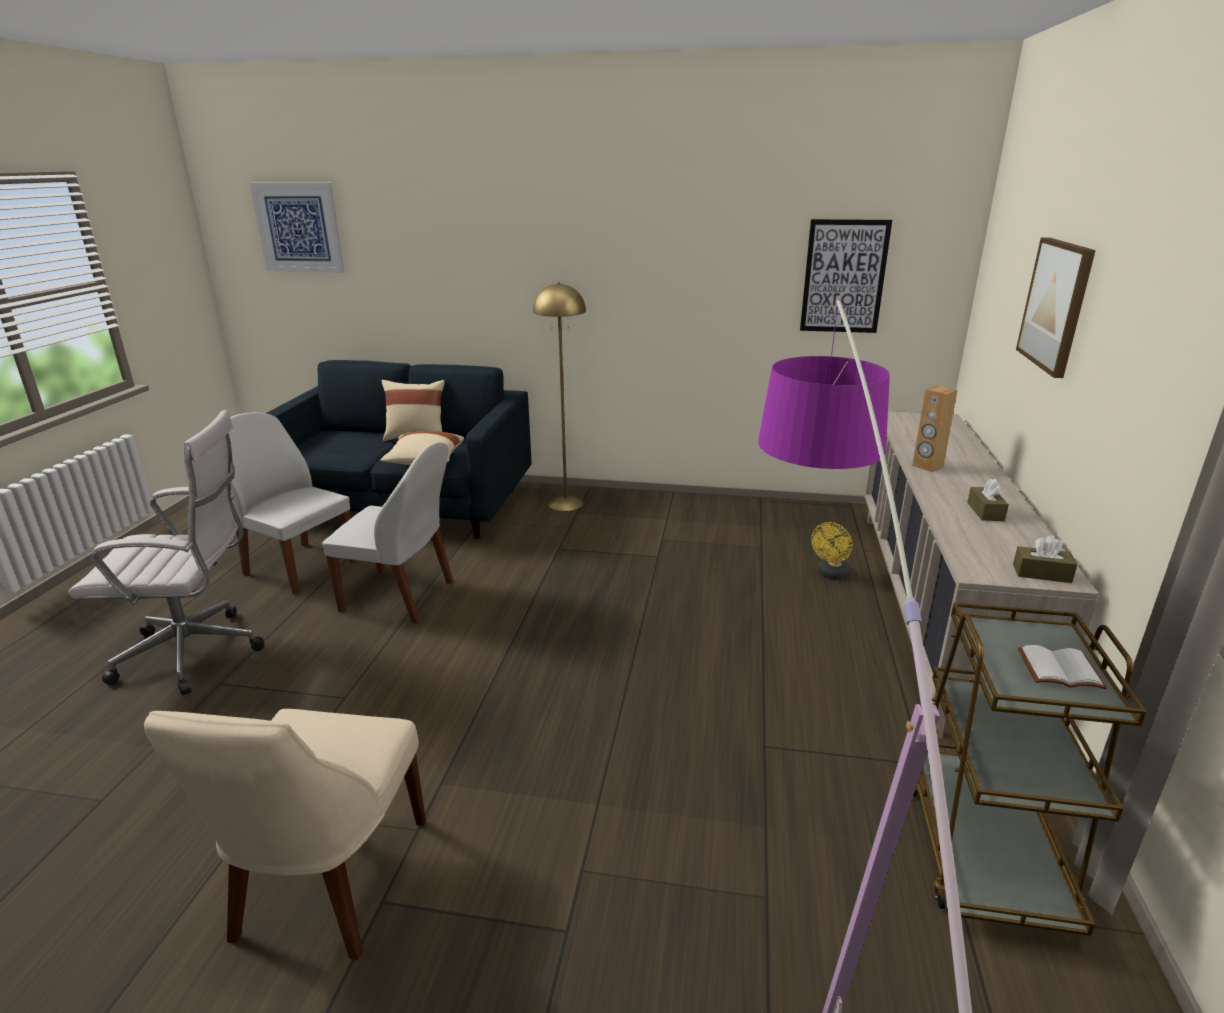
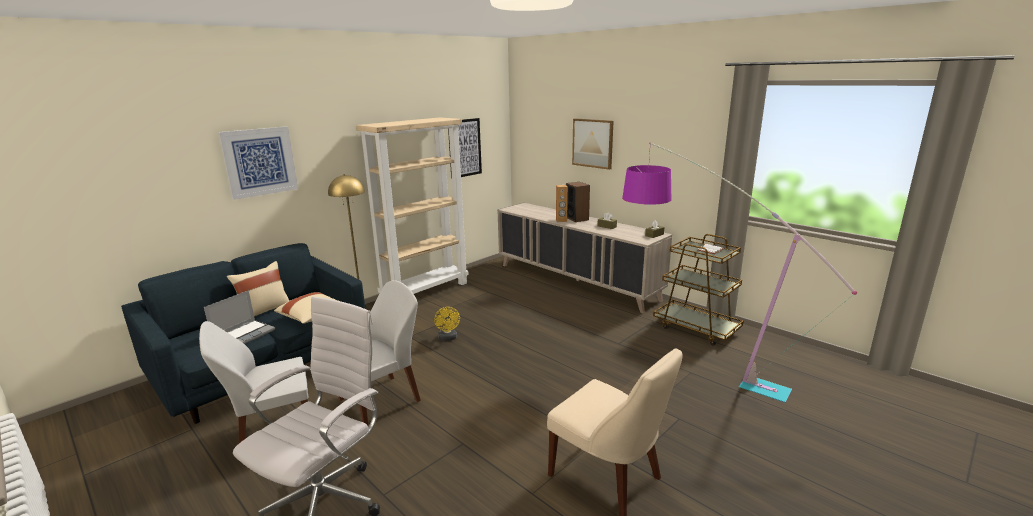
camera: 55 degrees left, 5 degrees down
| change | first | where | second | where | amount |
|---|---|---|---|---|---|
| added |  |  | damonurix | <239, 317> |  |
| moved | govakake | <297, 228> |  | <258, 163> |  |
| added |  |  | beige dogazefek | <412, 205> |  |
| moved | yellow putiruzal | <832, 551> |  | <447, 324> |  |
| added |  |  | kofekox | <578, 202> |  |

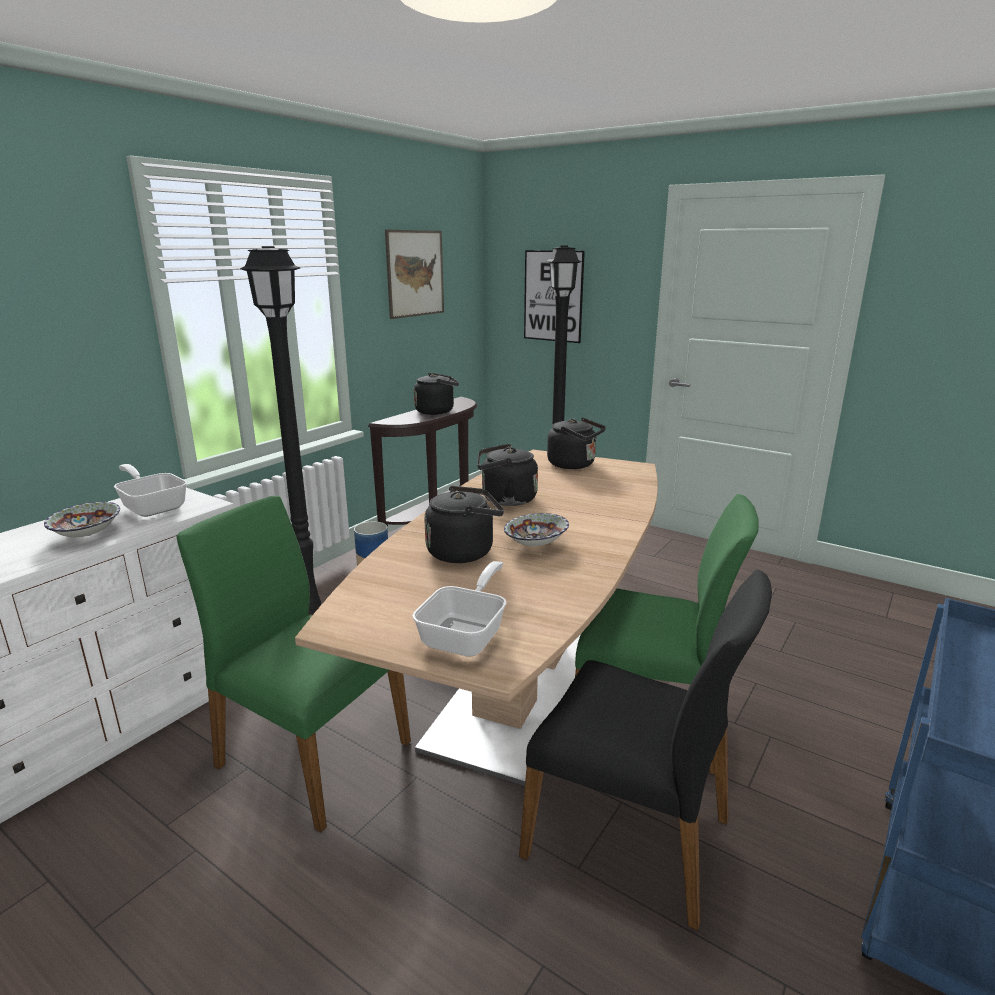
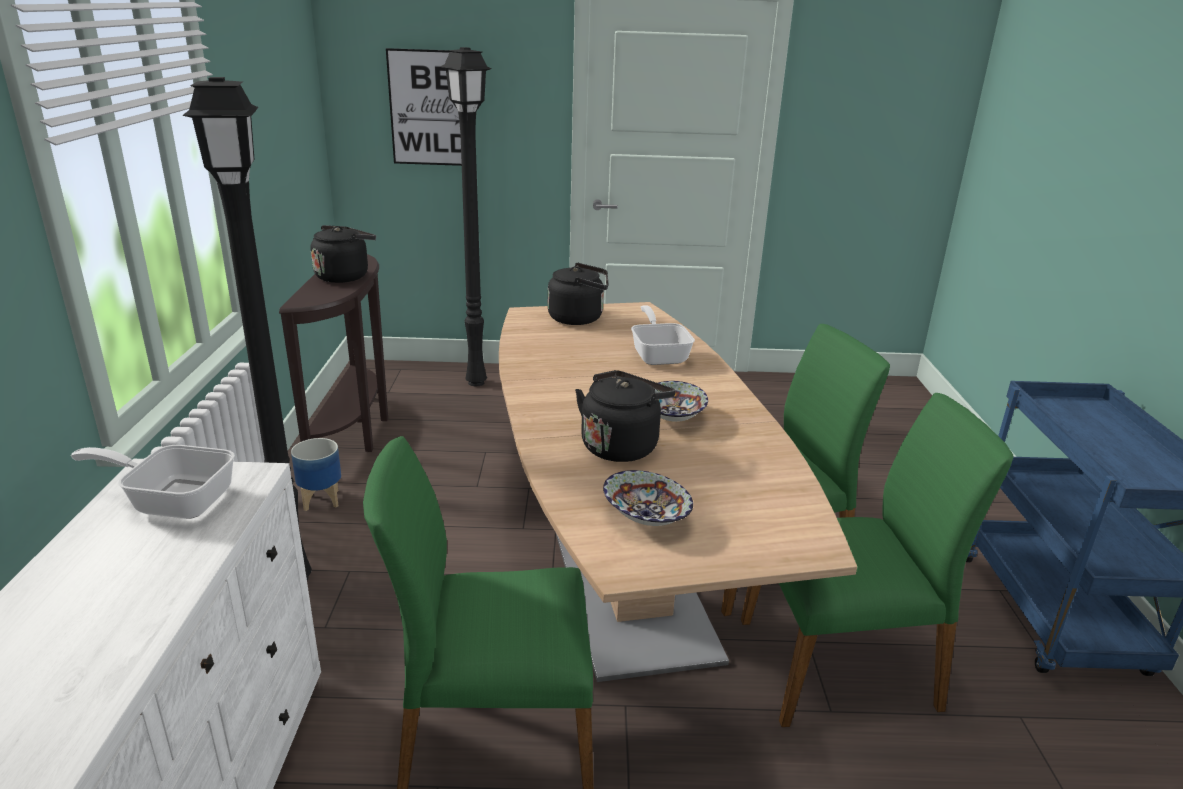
camera: 35 degrees left, 5 degrees up
| change | first | where | second | where | amount |
|---|---|---|---|---|---|
| moved | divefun | <82, 519> |  | <648, 498> |  |
| moved | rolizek | <459, 609> |  | <663, 335> |  |
| recoloured | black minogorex | <645, 750> | green minogorex | <877, 560> |  |
| removed | govakake | <414, 274> |  |  |  |
| removed | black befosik | <507, 475> |  |  |  |

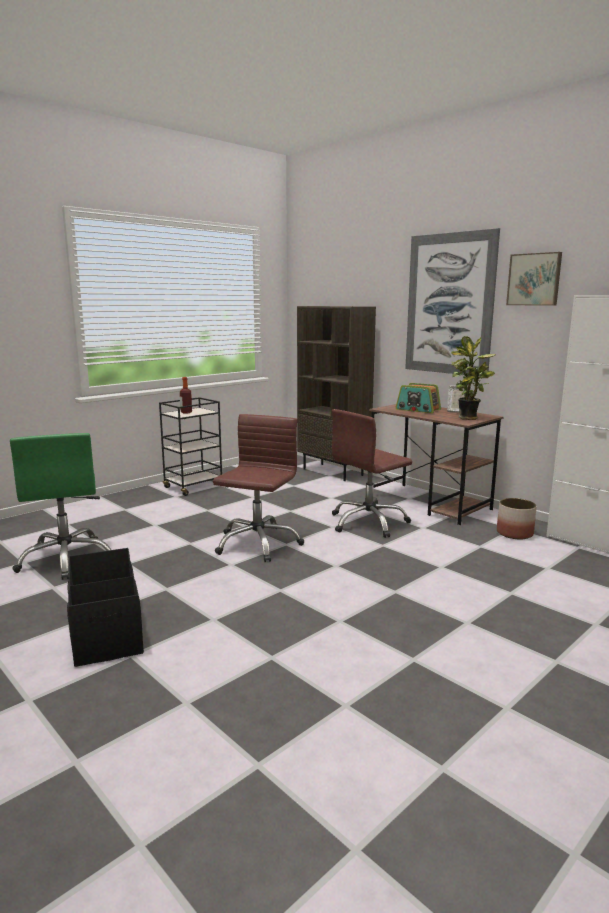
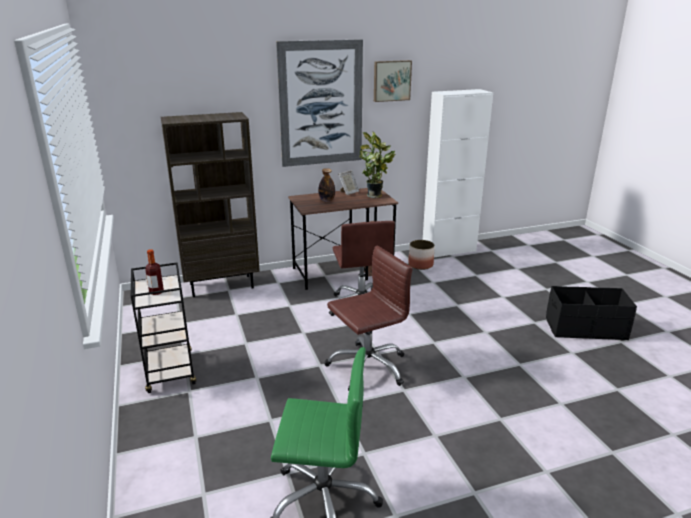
camera: 65 degrees left, 10 degrees up
| change | first | where | second | where | amount |
|---|---|---|---|---|---|
| replaced | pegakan | <418, 398> | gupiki | <326, 185> |  |
| turned | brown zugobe | <258, 488> |  | <368, 318> | 105 degrees clockwise |
| moved | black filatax | <105, 607> |  | <591, 313> |  |

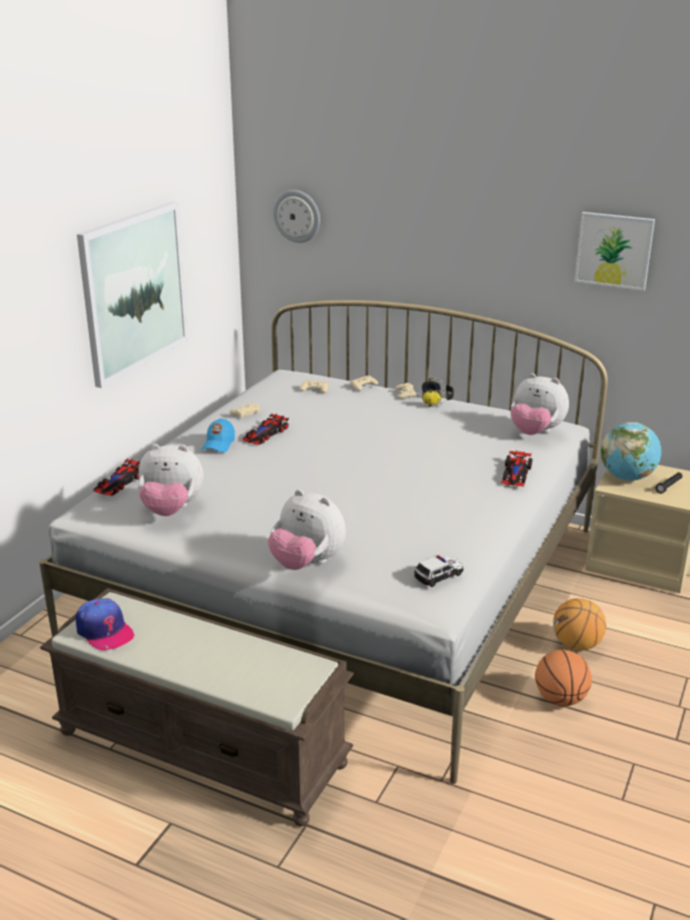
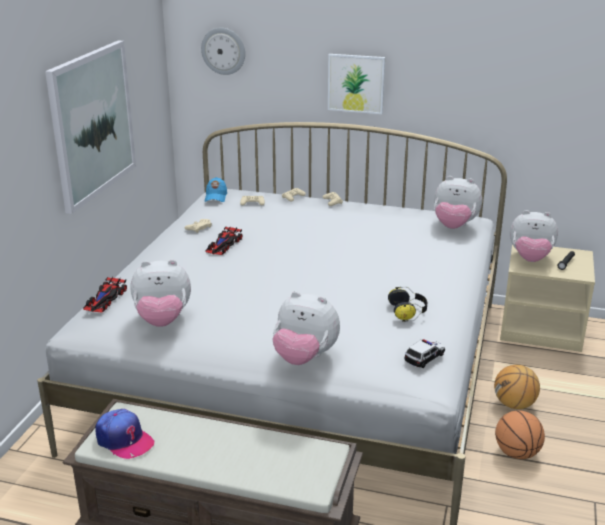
camera: 10 degrees left, 0 degrees up
| change | first | where | second | where | amount |
|---|---|---|---|---|---|
| moved | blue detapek | <218, 435> |  | <215, 189> |  |
| moved | govakake | <614, 251> |  | <356, 84> |  |
| moved | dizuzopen | <438, 392> |  | <407, 304> |  |
| replaced | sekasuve | <631, 451> | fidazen | <534, 236> |  |
| removed | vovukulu | <516, 468> |  |  |  |

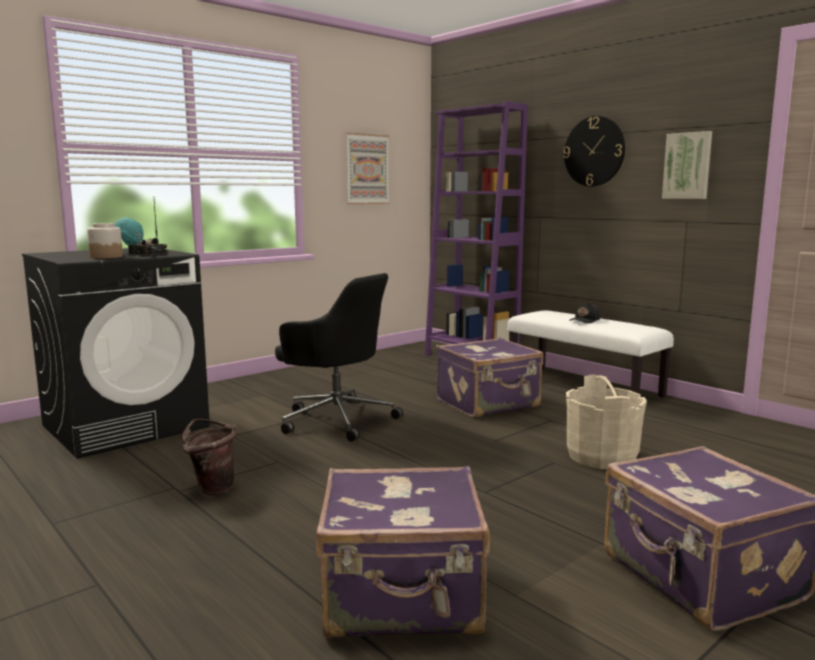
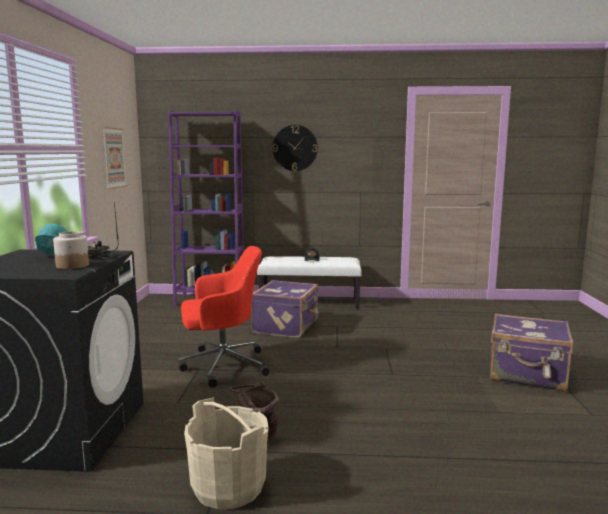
camera: 45 degrees left, 0 degrees up
| change | first | where | second | where | amount |
|---|---|---|---|---|---|
| recoloured | black zugobe | <339, 357> | red zugobe | <224, 316> |  |
| moved | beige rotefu | <606, 421> |  | <226, 453> |  |
| removed | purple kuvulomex | <403, 552> |  |  |  |
| removed | govakake | <687, 165> |  |  |  |

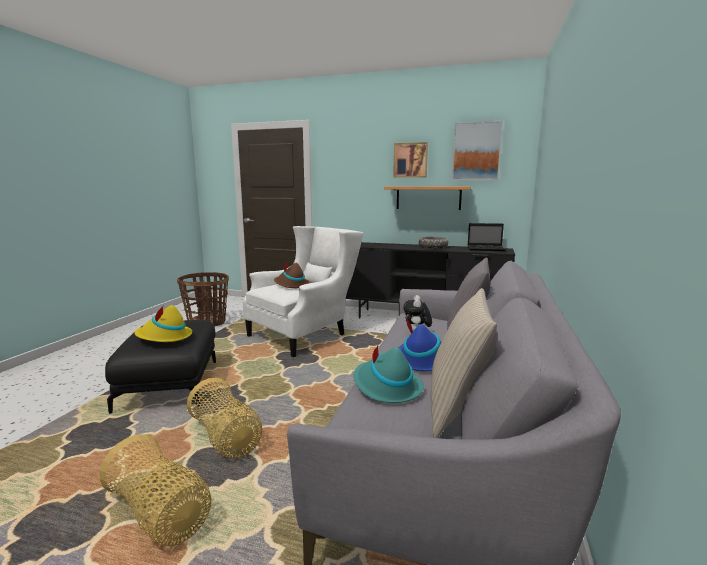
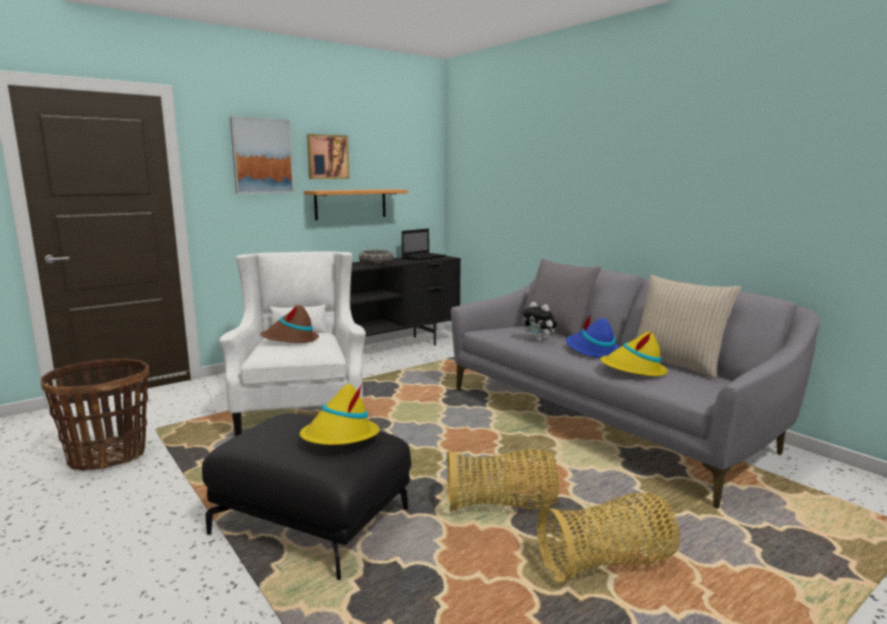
camera: 55 degrees left, 0 degrees up
| change | first | where | second | where | amount |
|---|---|---|---|---|---|
| moved | govakake | <477, 150> |  | <262, 155> |  |
| recoloured | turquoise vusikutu | <388, 374> | yellow vusikutu | <634, 353> |  |

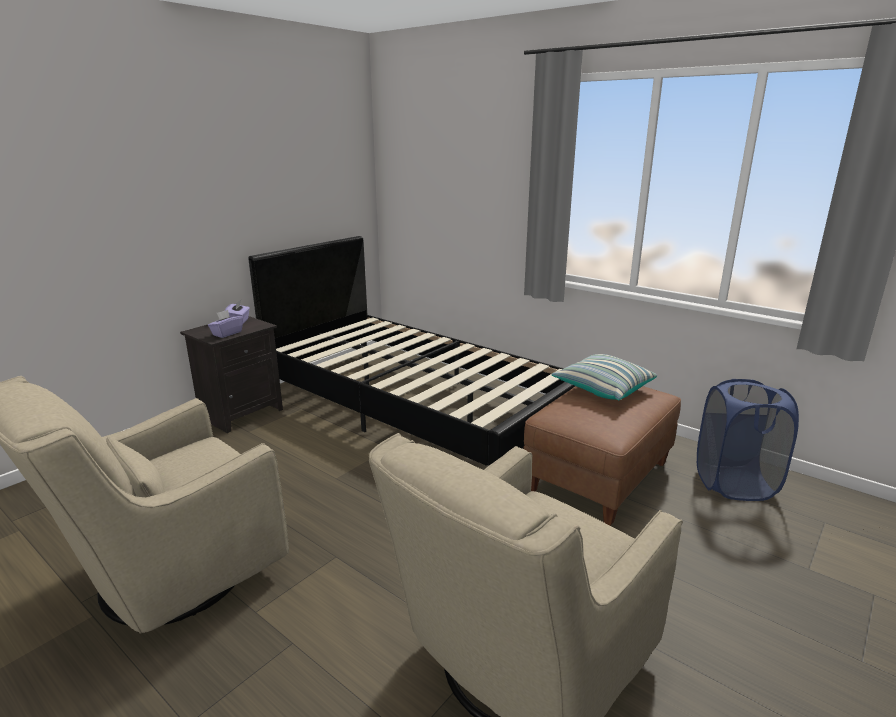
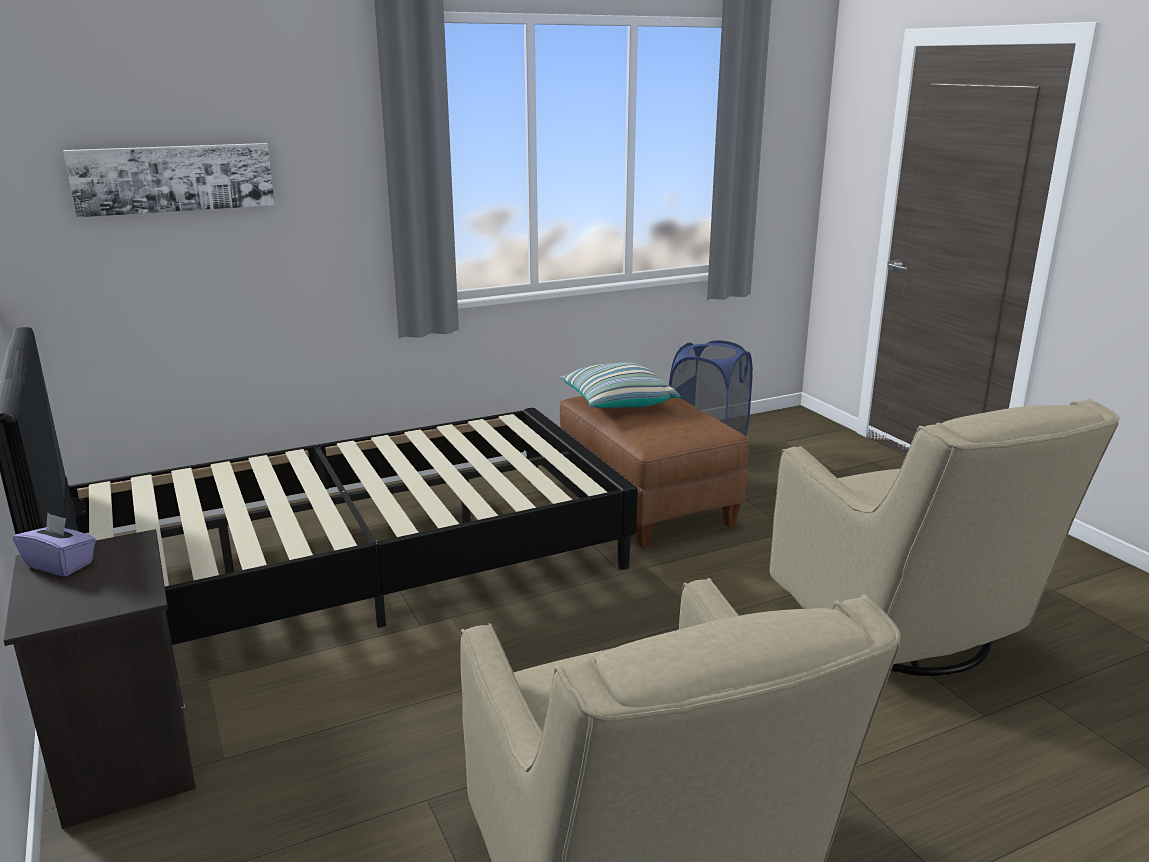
camera: 65 degrees left, 0 degrees up
| change | first | where | second | where | amount |
|---|---|---|---|---|---|
| added |  |  | govakake | <169, 180> |  |
| removed | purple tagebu | <225, 324> |  |  |  |

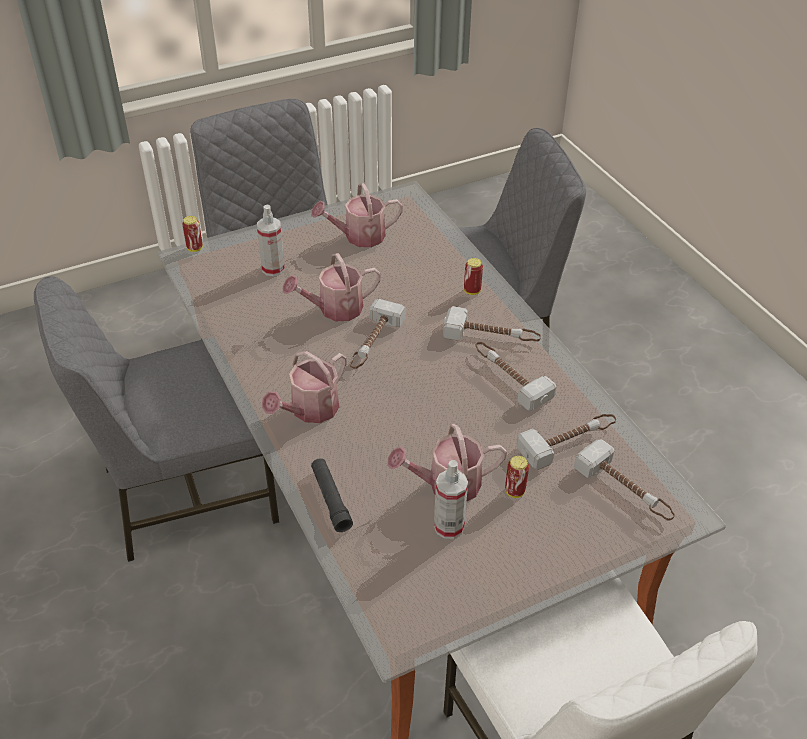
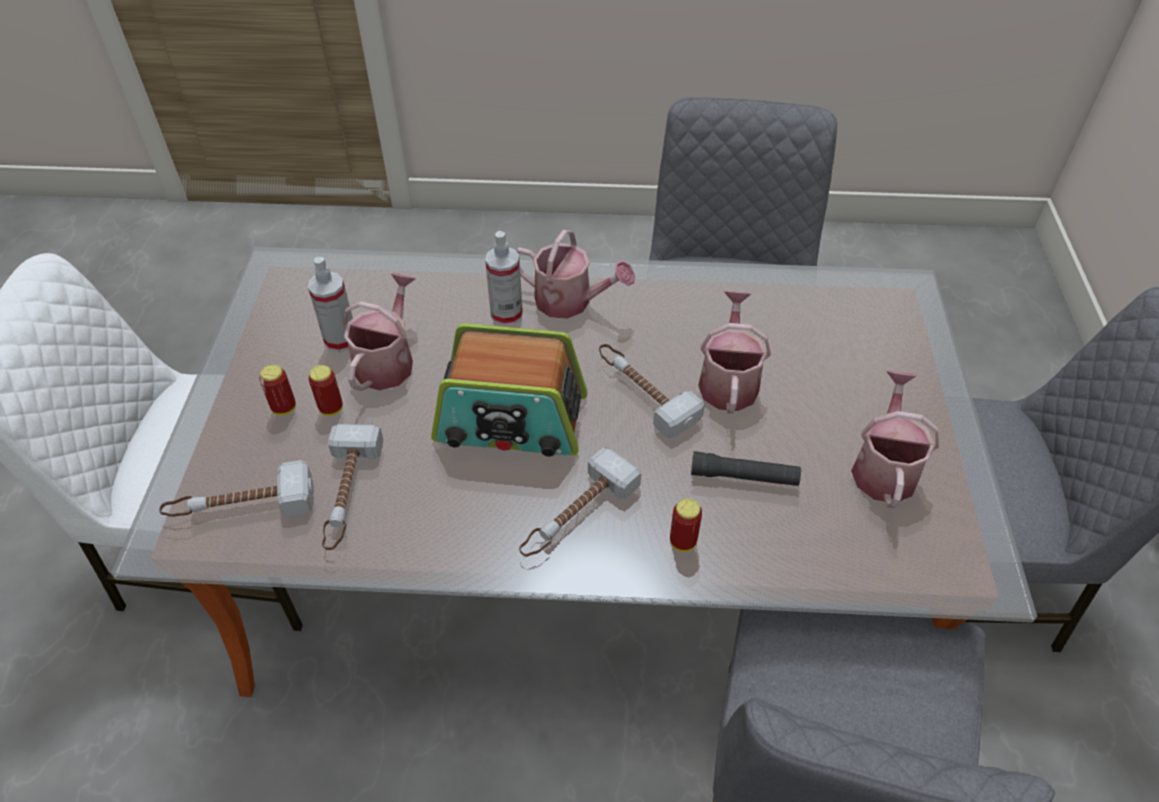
camera: 120 degrees right, 5 degrees up
| change | first | where | second | where | amount |
|---|---|---|---|---|---|
| moved | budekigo | <192, 234> |  | <277, 389> |  |
| added |  |  | pegakan | <509, 390> |  |
| moved | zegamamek | <271, 240> |  | <504, 278> |  |
| turned | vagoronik | <304, 387> |  | <575, 274> | 135 degrees clockwise |
| moved | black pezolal | <332, 495> |  | <746, 468> |  |
| removed | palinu | <516, 376> |  |  |  |

